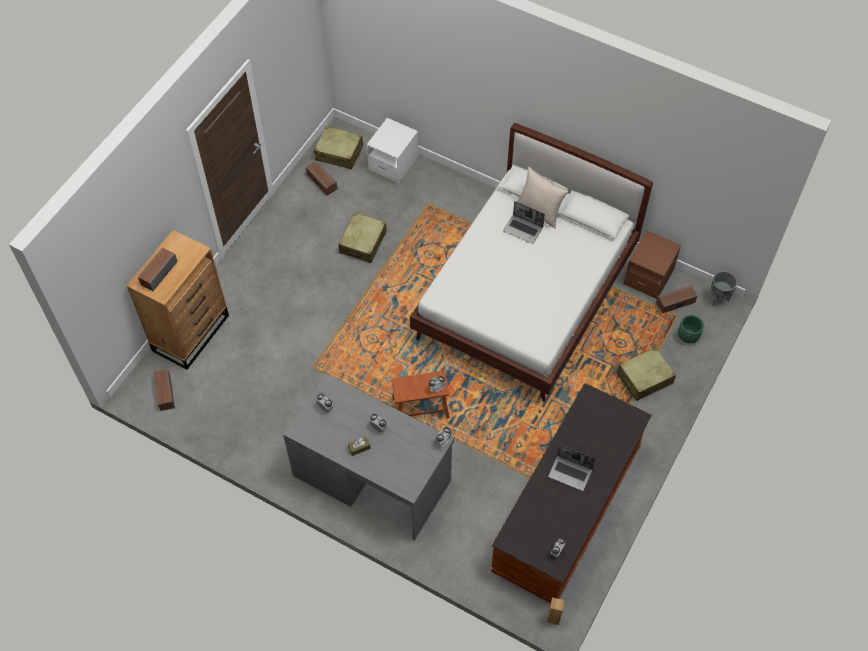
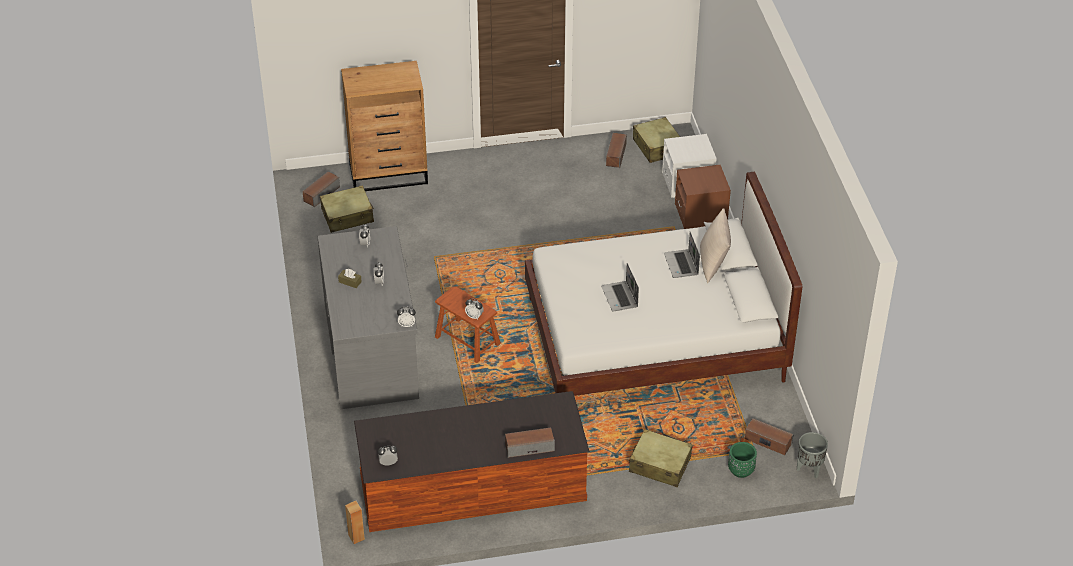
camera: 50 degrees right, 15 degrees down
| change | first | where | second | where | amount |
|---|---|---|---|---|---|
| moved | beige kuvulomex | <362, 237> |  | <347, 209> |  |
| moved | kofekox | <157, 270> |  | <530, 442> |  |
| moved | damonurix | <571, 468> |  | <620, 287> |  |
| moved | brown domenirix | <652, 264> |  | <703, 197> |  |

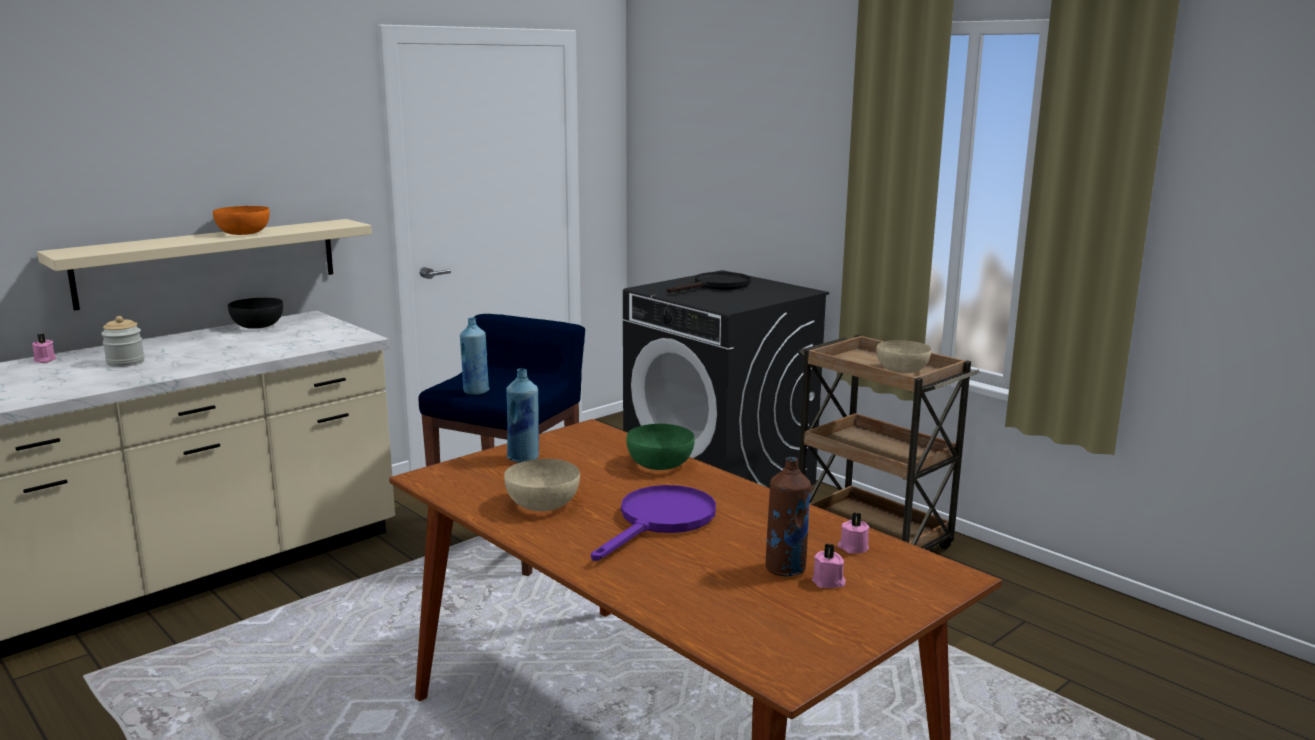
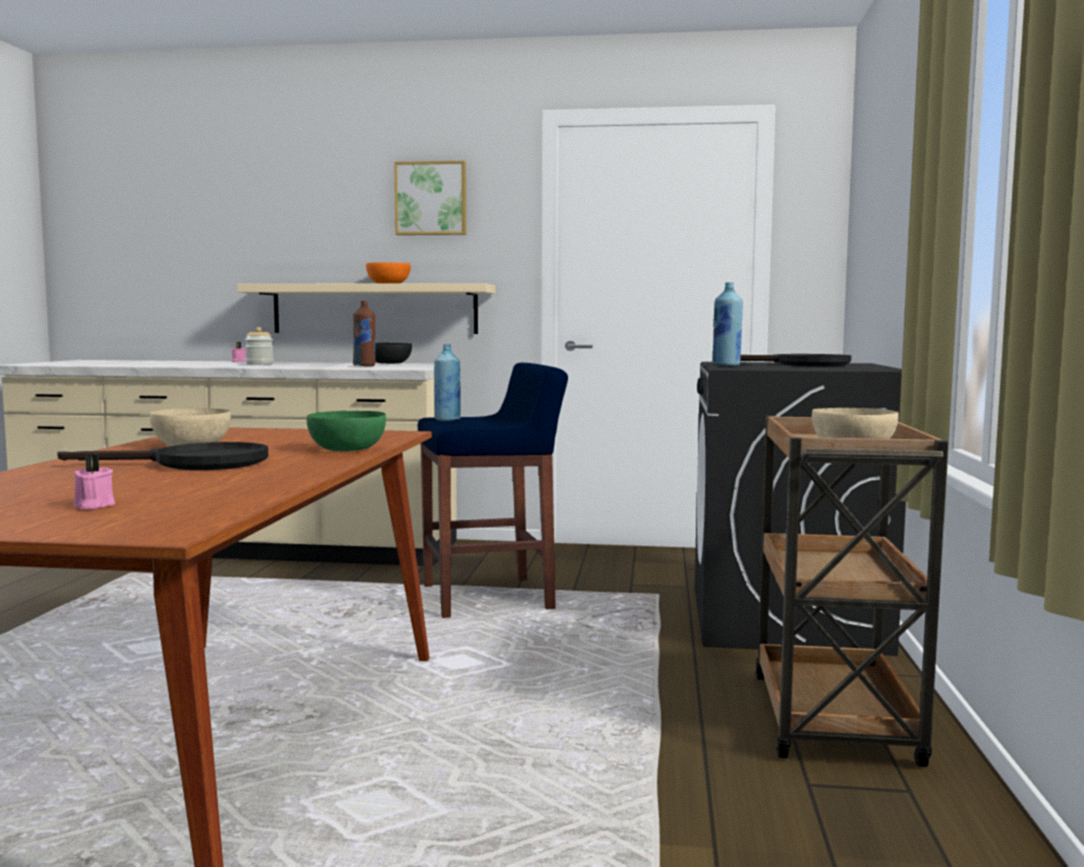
camera: 50 degrees right, 10 degrees down
| change | first | where | second | where | amount |
|---|---|---|---|---|---|
| recoloured | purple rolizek | <653, 523> | black rolizek | <162, 456> |  |
| moved | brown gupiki | <788, 516> |  | <364, 333> |  |
| added |  |  | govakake | <430, 198> |  |
| moved | blue gupiki | <522, 415> |  | <727, 324> |  |
| removed | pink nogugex | <853, 533> |  |  |  |

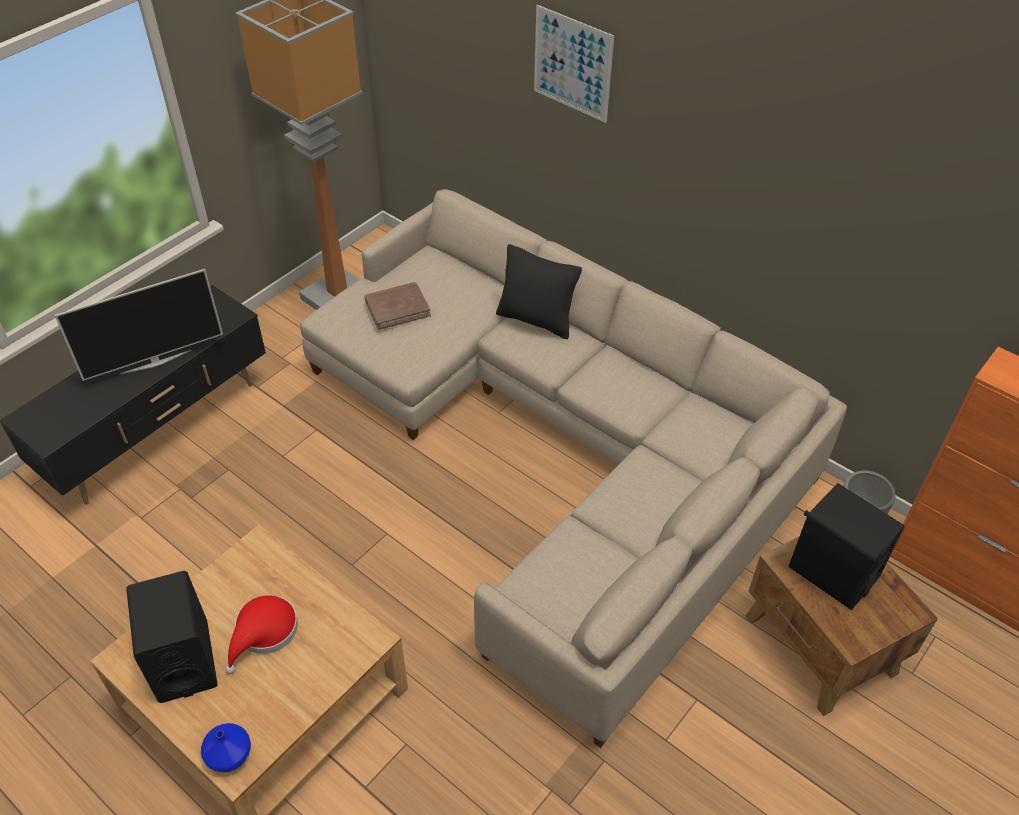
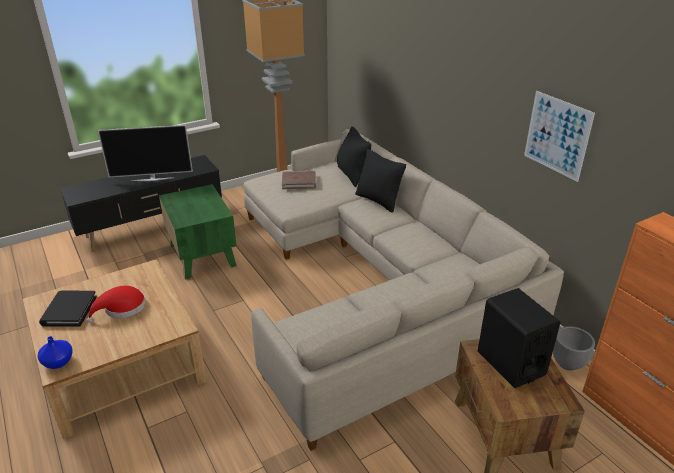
camera: 20 degrees right, 15 degrees down
| change | first | where | second | where | amount |
|---|---|---|---|---|---|
| replaced | black kofekox | <172, 637> | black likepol | <68, 309> |  |
| added |  |  | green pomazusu | <198, 232> |  |
| added |  |  | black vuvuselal | <354, 156> |  |
| moved | govakake | <574, 64> |  | <559, 136> |  |

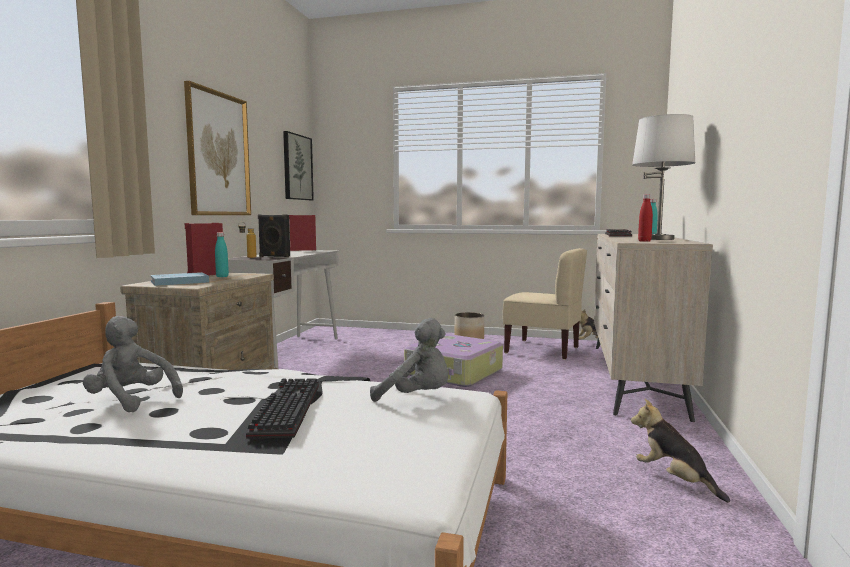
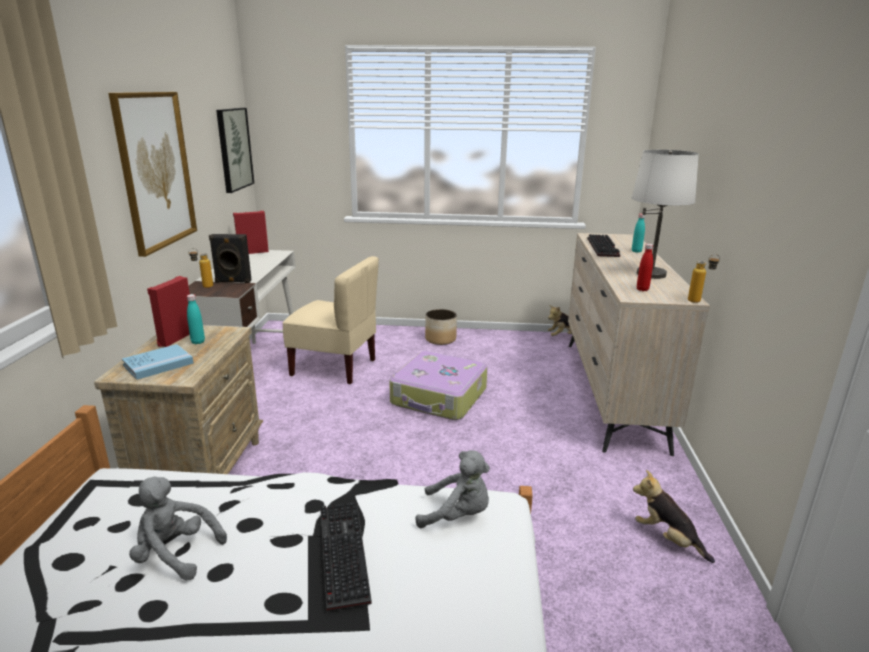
camera: 10 degrees left, 15 degrees up
| change | first | where | second | where | amount |
|---|---|---|---|---|---|
| moved | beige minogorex | <545, 304> |  | <331, 320> |  |
| added |  |  | gupiki | <704, 278> |  |

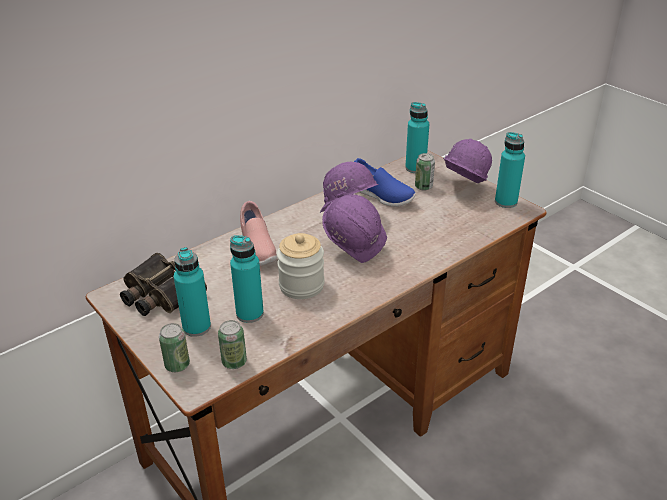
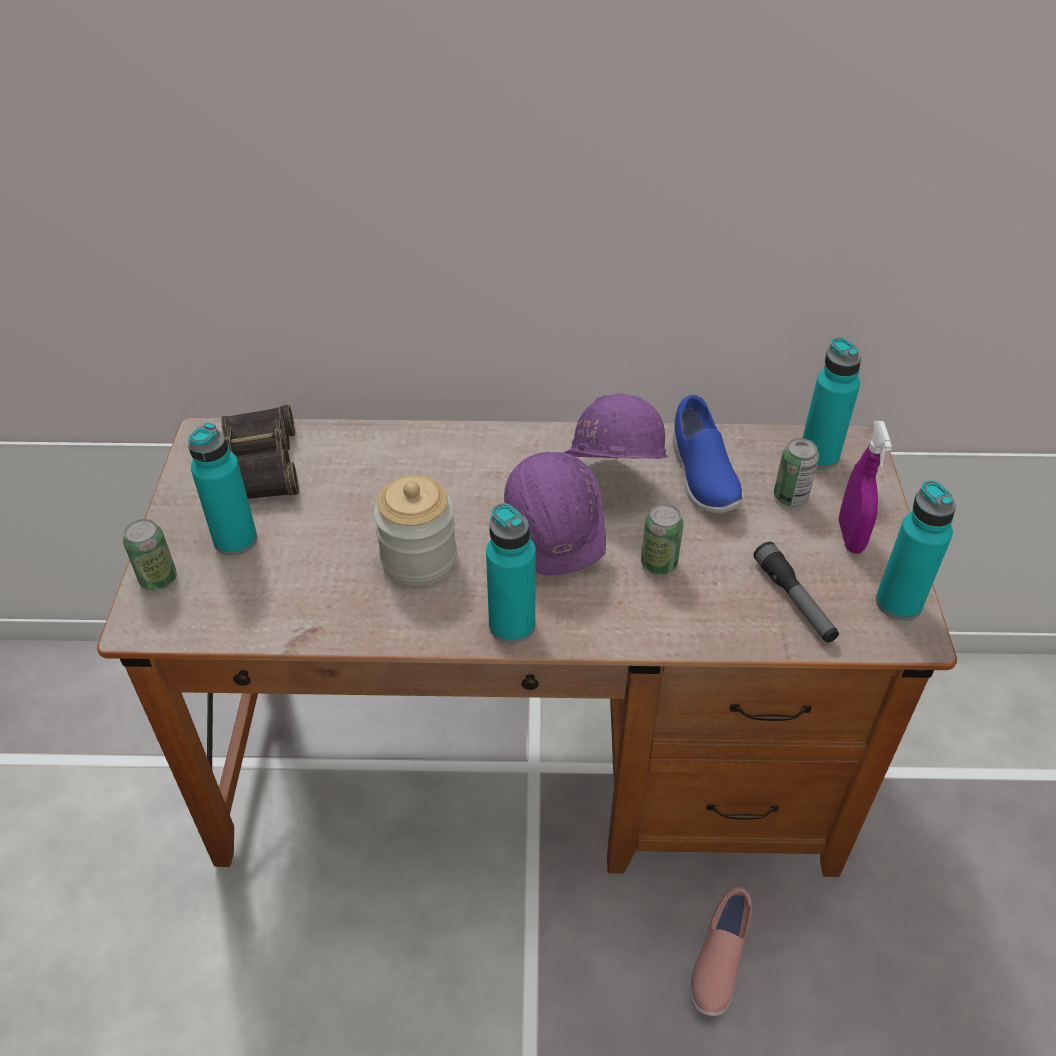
camera: 40 degrees right, 10 degrees up
| change | first | where | second | where | amount |
|---|---|---|---|---|---|
| moved | turquoise gupiki | <247, 279> |  | <511, 573> |  |
| moved | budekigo | <232, 344> |  | <662, 539> |  |
| moved | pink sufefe | <258, 233> |  | <721, 951> |  |
| added |  |  | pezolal | <796, 592> |  |
| replaced | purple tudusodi | <467, 161> | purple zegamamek | <865, 487> |  |

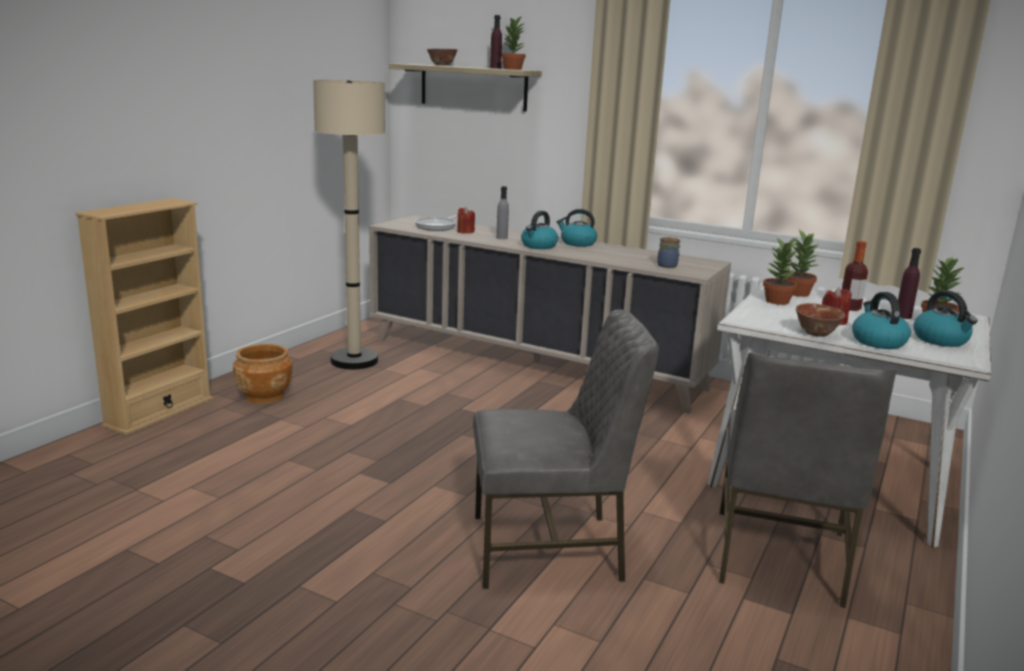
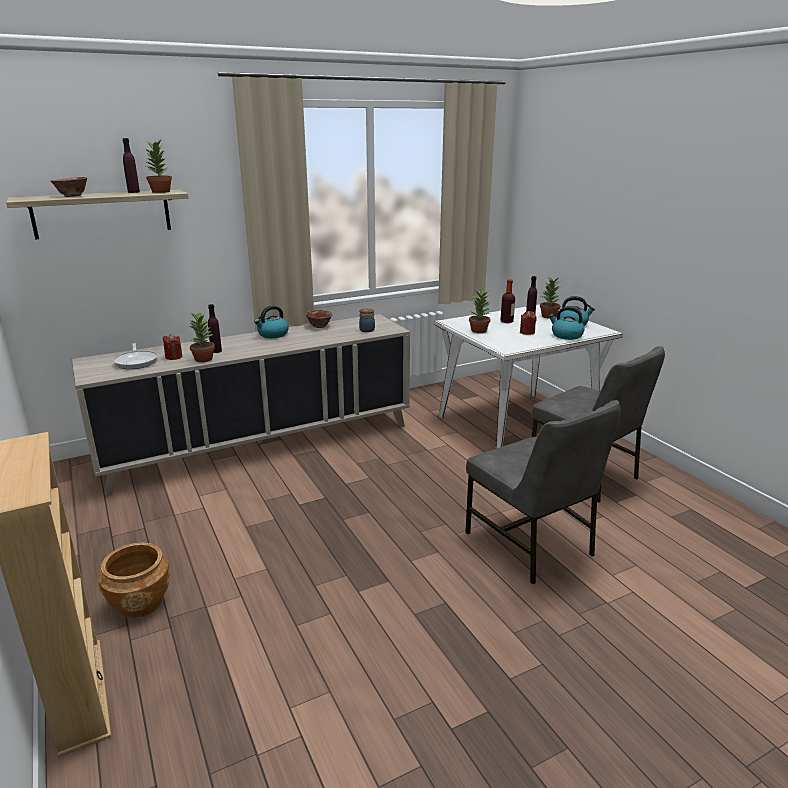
camera: 55 degrees left, 5 degrees up
| change | first | where | second | where | amount |
|---|---|---|---|---|---|
| moved | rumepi | <802, 263> |  | <202, 337> |  |
| recoloured | grey gupiki | <502, 212> | purple gupiki | <215, 328> |  |
| moved | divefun | <821, 320> |  | <319, 319> |  |
| turned | grey minogorex | <566, 449> |  | <543, 492> | 120 degrees clockwise |
| removed | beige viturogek | <349, 224> |  |  |  |
| removed | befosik | <539, 230> |  |  |  |

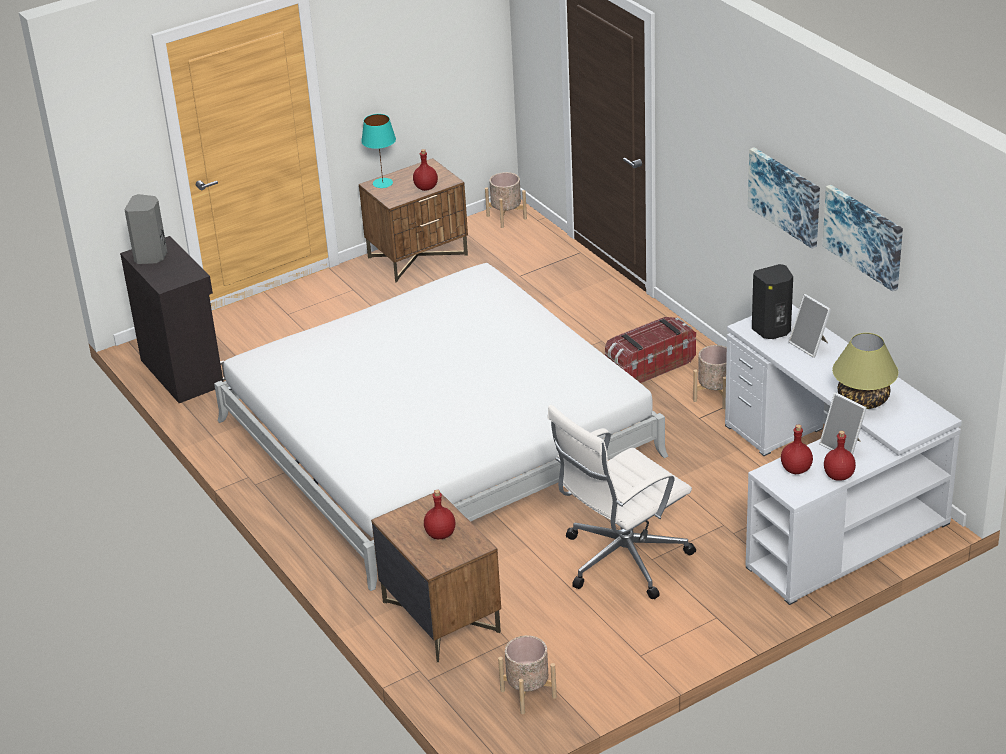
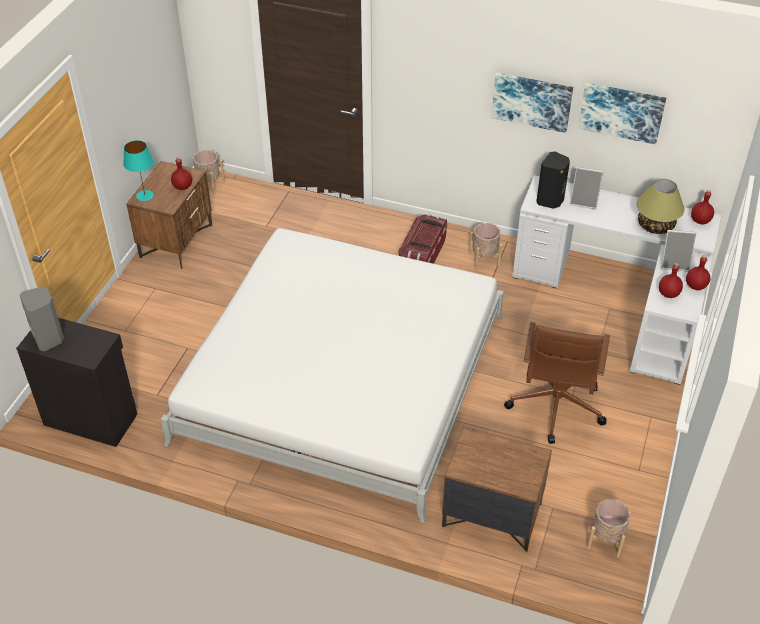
camera: 40 degrees left, 10 degrees up
| change | first | where | second | where | amount |
|---|---|---|---|---|---|
| recoloured | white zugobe | <621, 502> | brown zugobe | <557, 383> |  |
| moved | red gupiki | <439, 514> |  | <702, 207> |  |

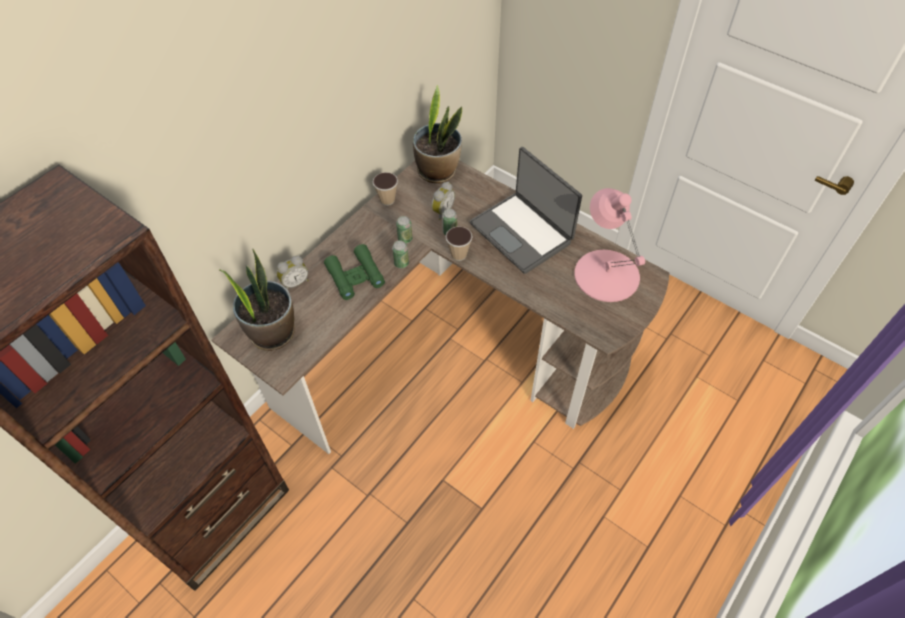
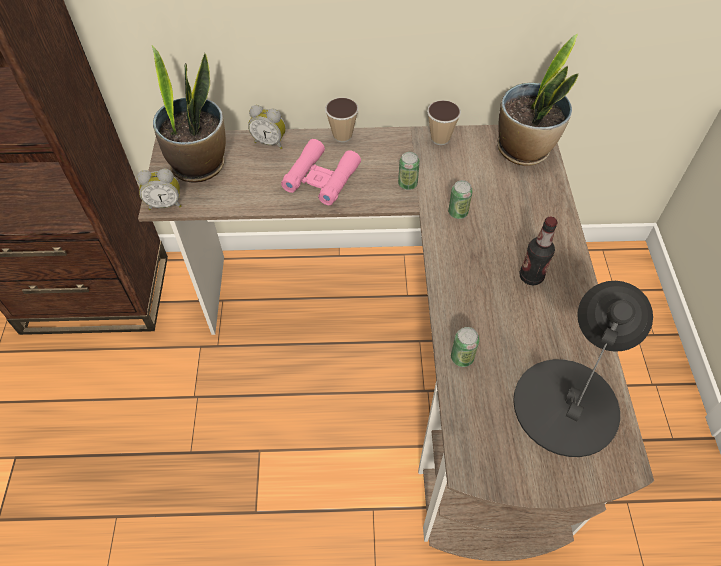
camera: 50 degrees right, 0 degrees up
| change | first | where | second | where | amount |
|---|---|---|---|---|---|
| moved | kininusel | <443, 201> |  | <159, 189> |  |
| recoloured | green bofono | <354, 272> | pink bofono | <321, 172> |  |
| moved | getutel | <459, 243> |  | <342, 120> |  |
| moved | budekigo | <400, 254> |  | <465, 347> |  |
| recoloured | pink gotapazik | <609, 245> | black gotapazik | <583, 369> |  |
| replaced | damonurix | <526, 210> | gupiki | <538, 251> |  |

